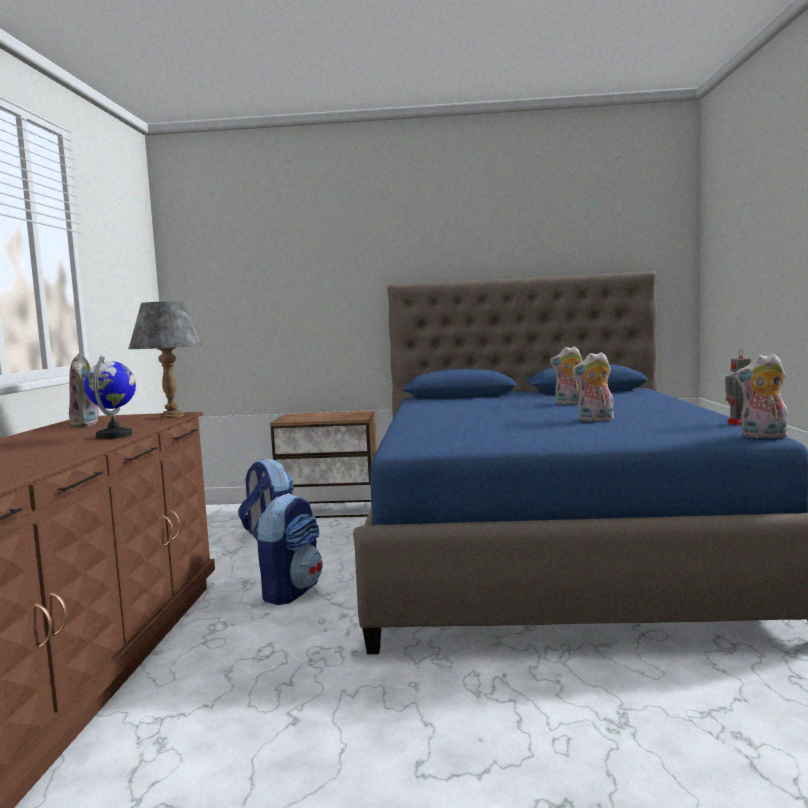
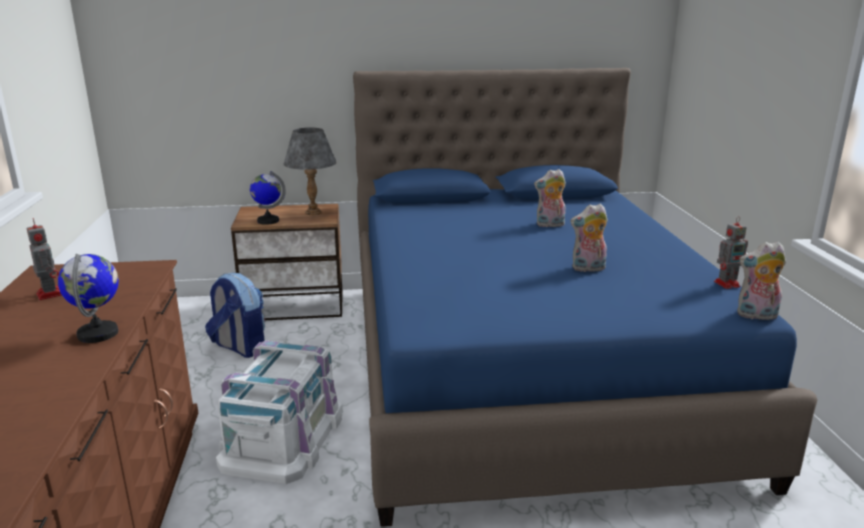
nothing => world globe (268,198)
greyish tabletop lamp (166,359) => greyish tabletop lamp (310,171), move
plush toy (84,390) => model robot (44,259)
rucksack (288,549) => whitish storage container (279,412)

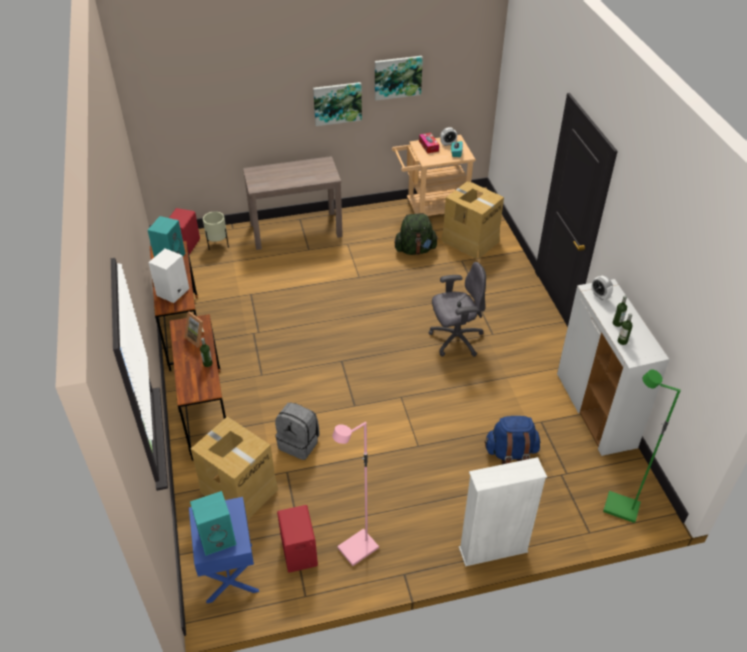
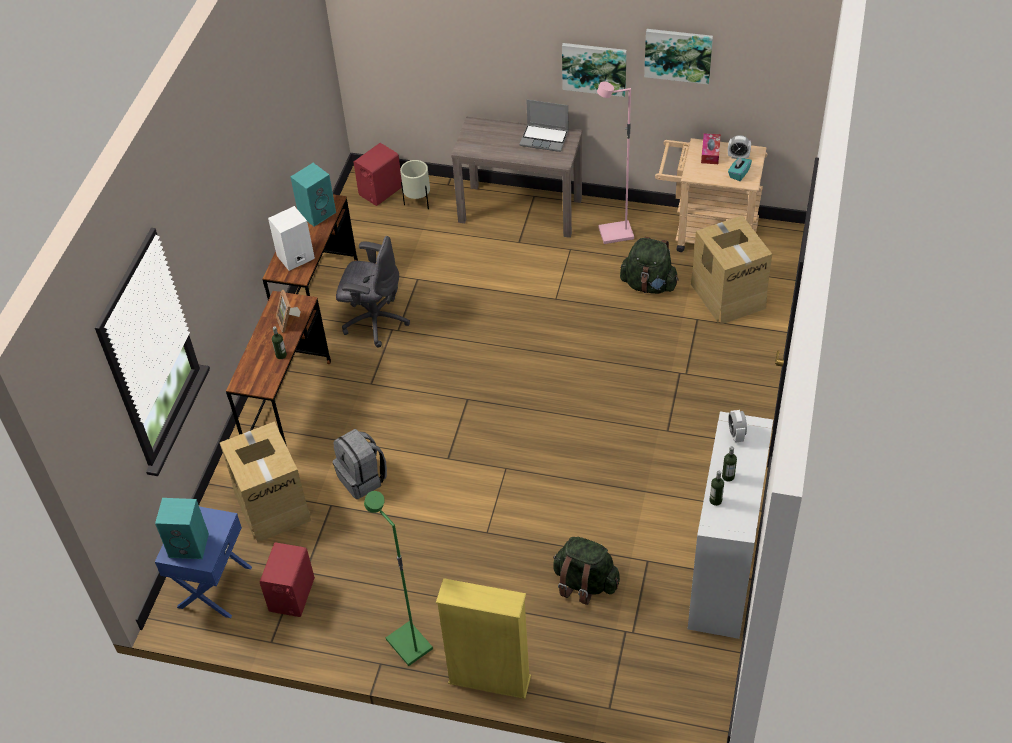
nothing => notebook computer (544,125)
pinkish standard lamp (355,494) => pinkish standard lamp (615,163), move
greyish desk chair (457,309) => greyish desk chair (373,292), move
green-coloured standard lamp (642,446) => green-coloured standard lamp (398,578), move
whitish bookshelf (503,512) => yellow-coloured bookshelf (483,638)
bluish rucksack (512,440) => green-coloured rucksack (586,571)

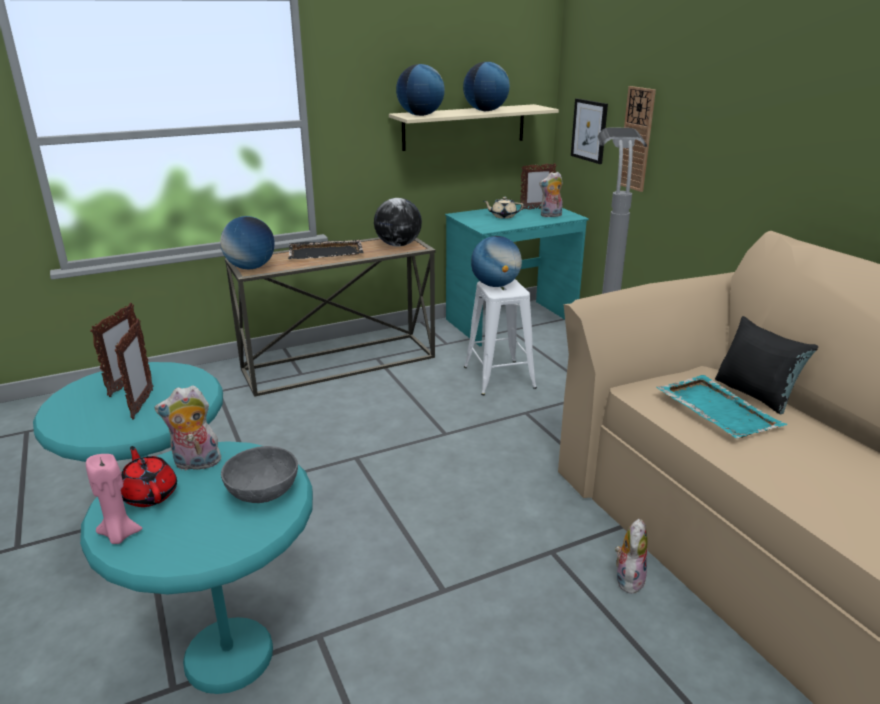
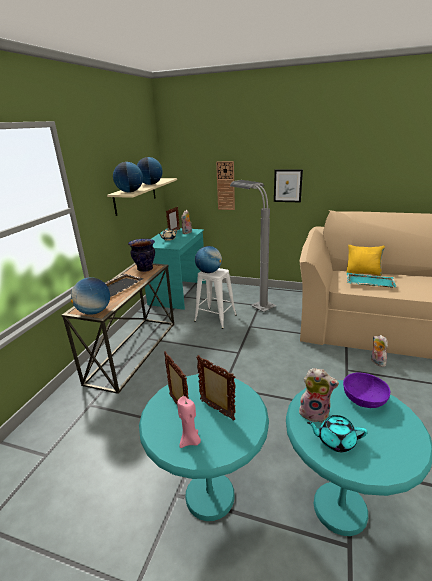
pinkish wax light (114,499) => pinkish wax light (189,422), move
picture (589,131) => picture (288,185), move
world globe (398,222) => vase (141,255)
red tea pot (149,476) => blue-green tea pot (337,433)
greyish serving bowl (259,474) => purple serving bowl (366,390)
black-coloured throw pillow (766,365) => yellow-coloured throw pillow (366,260)
plush toy (187,428) => plush toy (318,395), 105 degrees counterclockwise

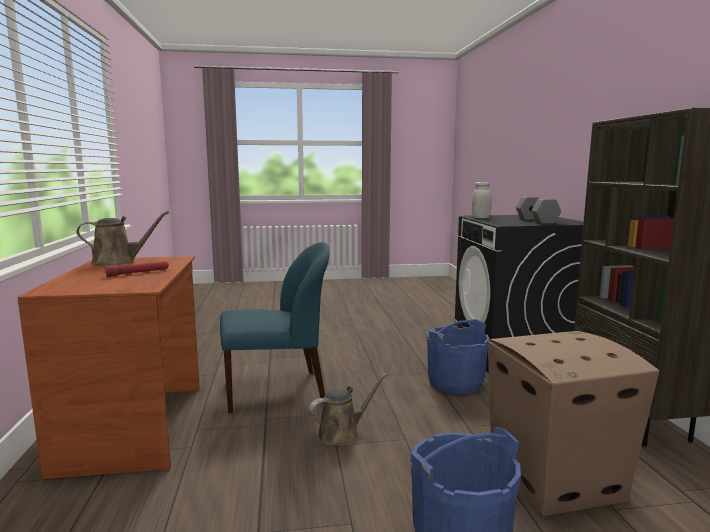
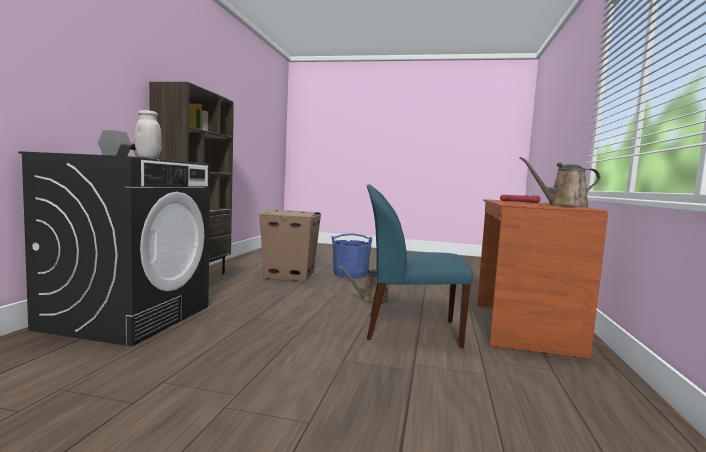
bluish pail (458,356) => nothing

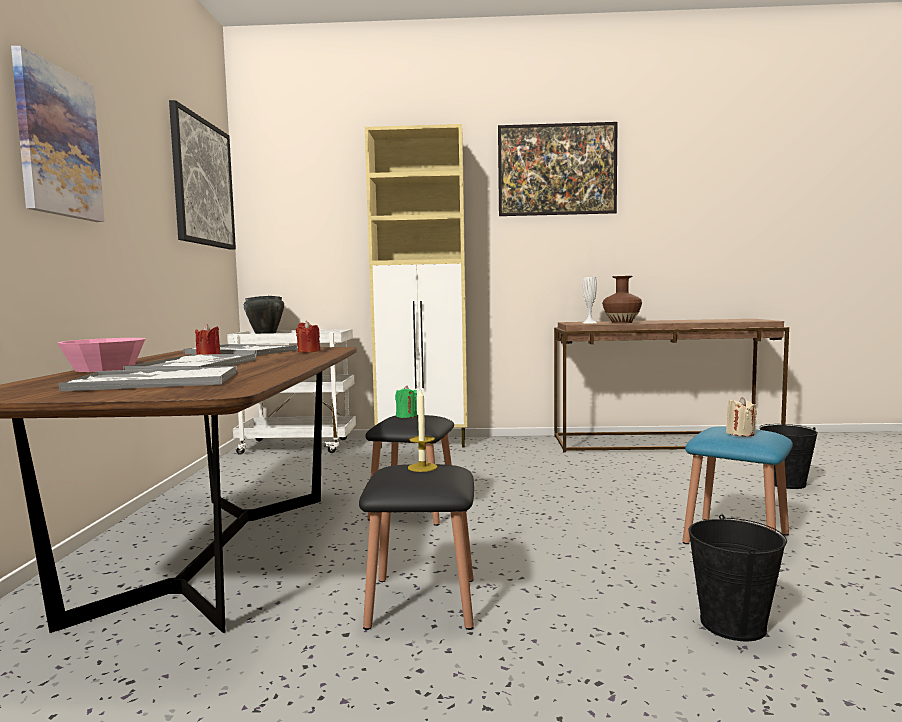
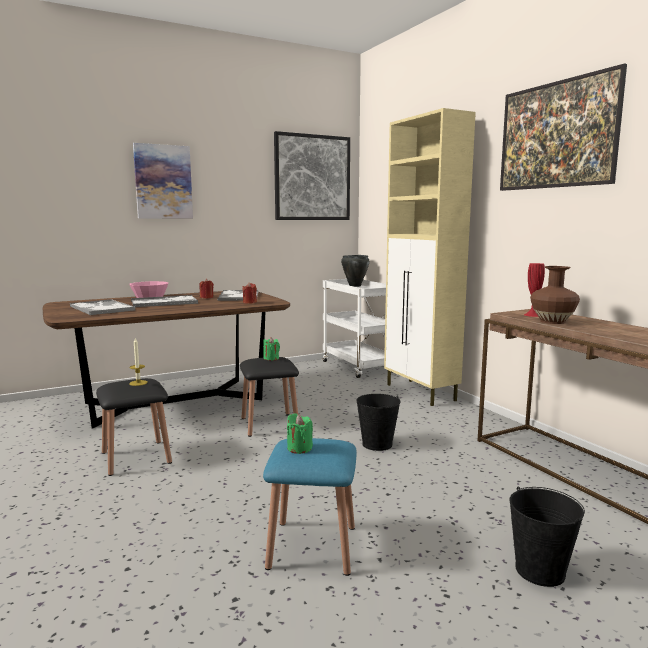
black-coloured pail (737,577) => black-coloured pail (378,422), move
whitish vase (590,300) => red vase (534,290)
sand-coloured wax light (741,417) => green-coloured wax light (300,433)

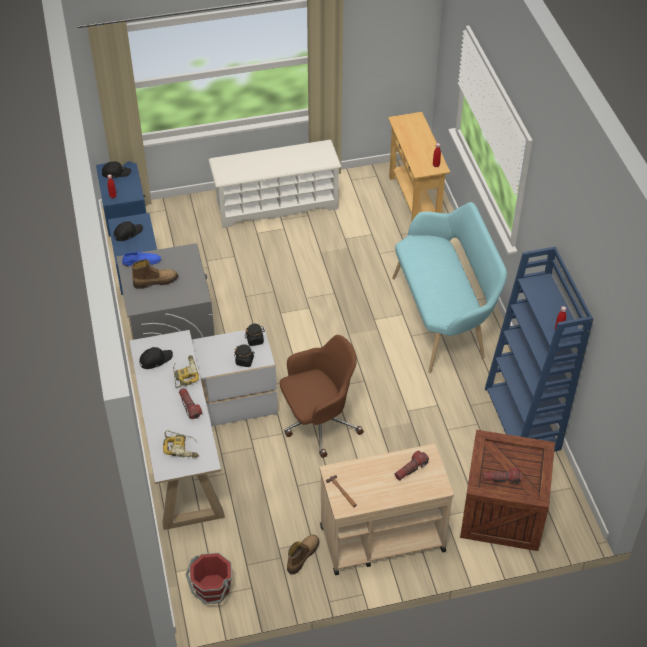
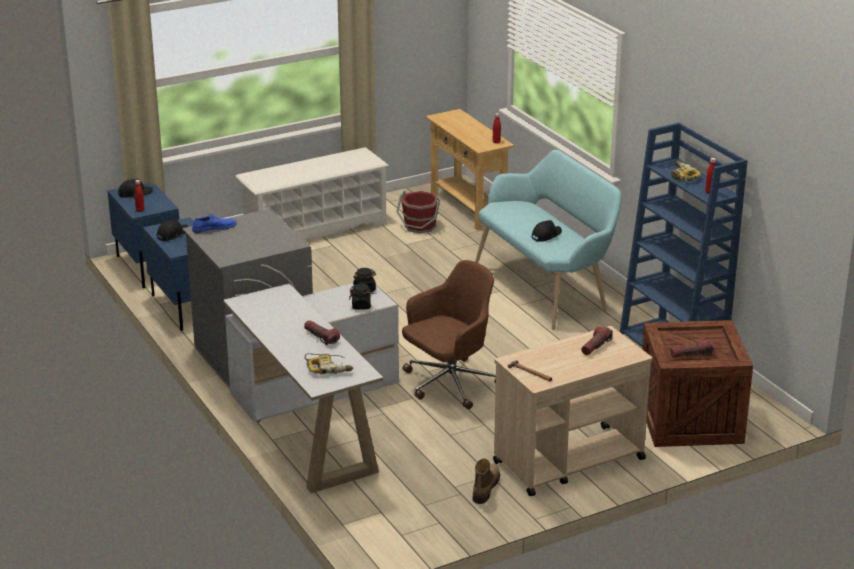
boot (154,274) => nothing
black-coloured baseball cap (156,358) => black-coloured baseball cap (547,231), move
drill (186,371) => drill (683,171), move
red pail (208,579) => red pail (418,212), move

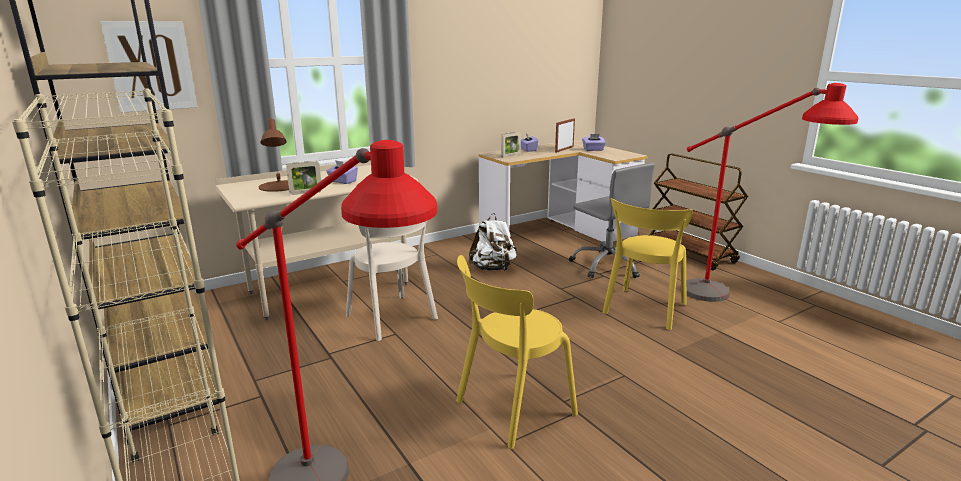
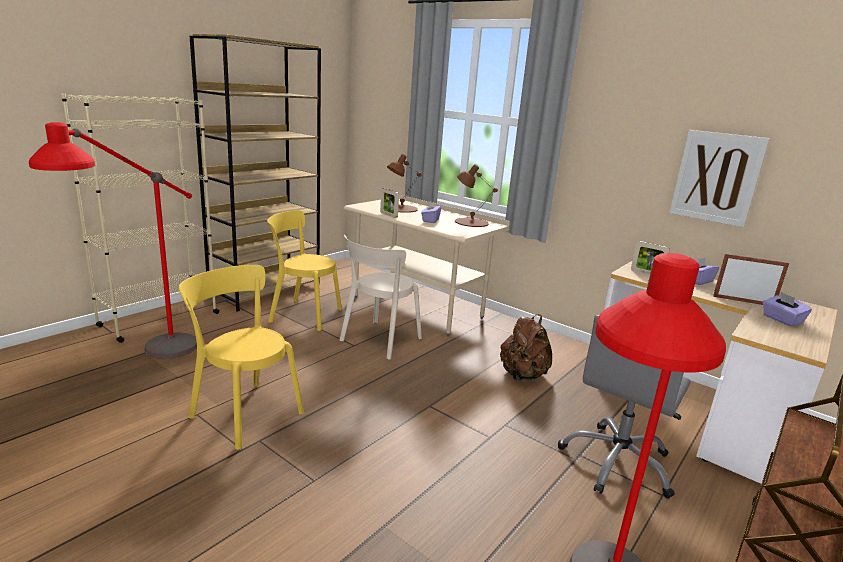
nothing => brown-coloured tabletop lamp (476,195)
picture (149,67) => picture (719,178), move
yellow-coloured plain chair (648,264) => yellow-coloured plain chair (304,270), move
whitish rucksack (493,242) => brown-coloured rucksack (526,347)

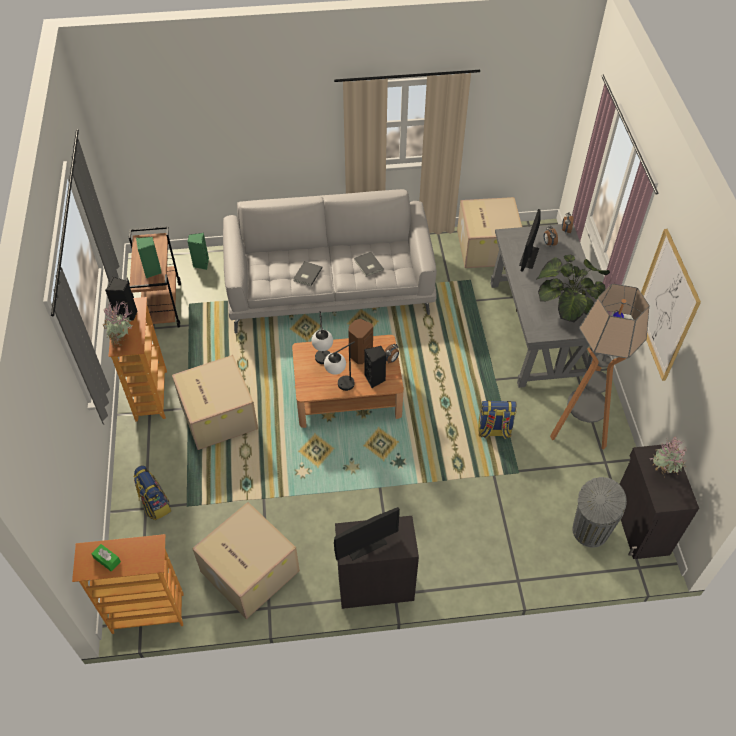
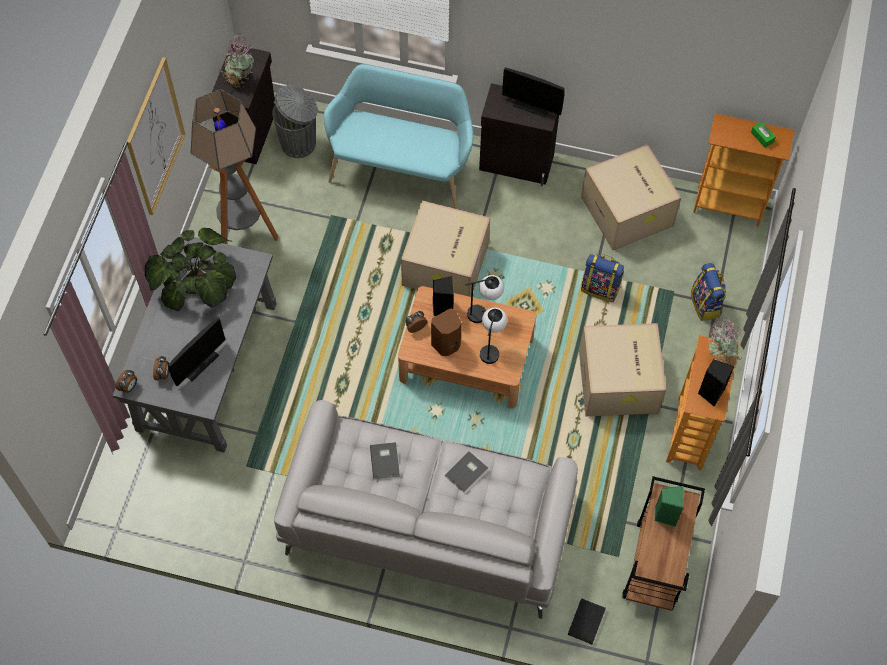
nothing => blue-green indoor bench (398,136)
packing box (489,232) => packing box (445,249), move
rucksack (497,419) => rucksack (602,278), move
green-coloured loudspeaker (198,251) => black-coloured bound book (587,621)
computer display (367,533) => computer display (533,92), 150 degrees counterclockwise

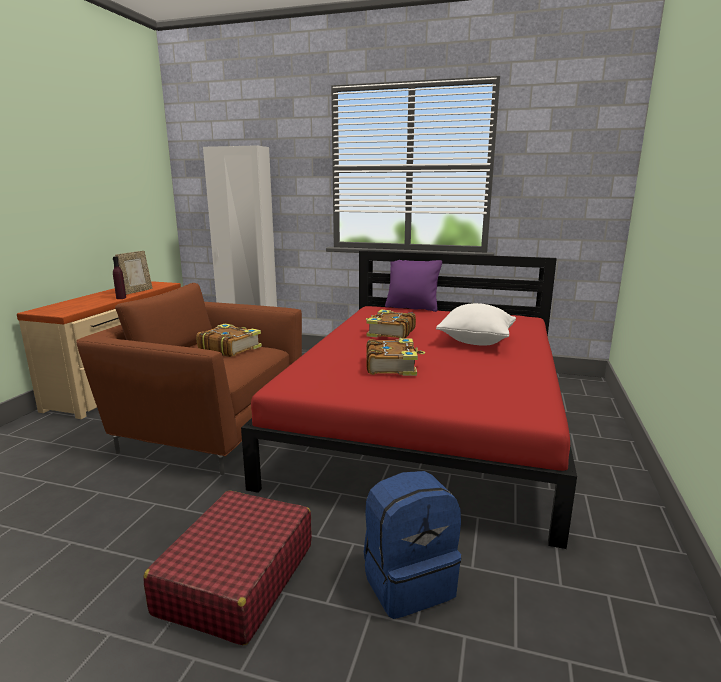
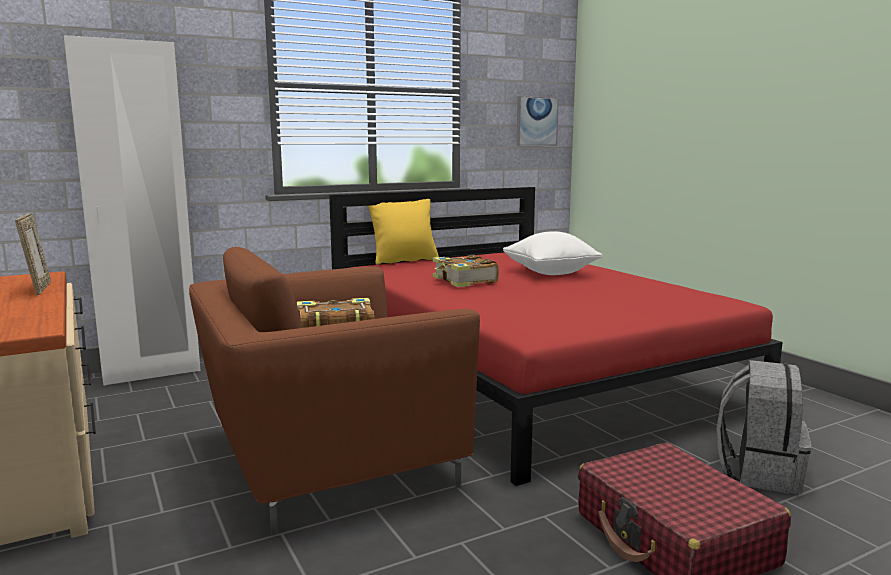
purple beverage bottle (119,277) => nothing
bound book (395,357) => nothing
nothing => picture (537,121)
bluish rucksack (412,545) => greyish rucksack (764,427)
purple throw pillow (413,286) => yellow-coloured throw pillow (403,232)

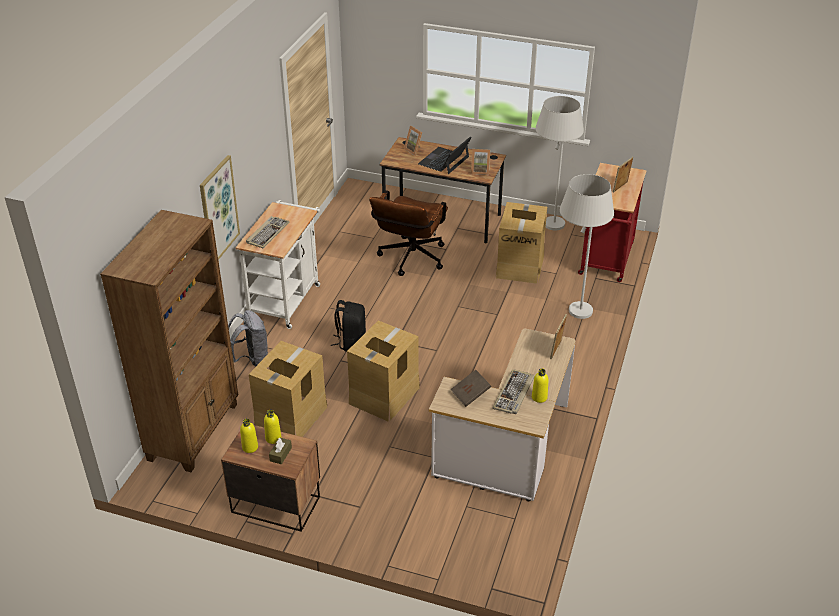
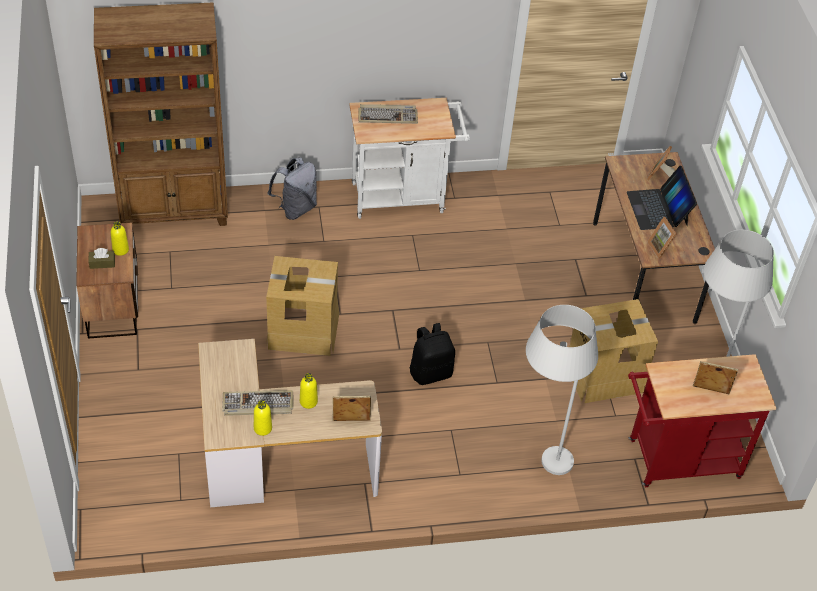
picture (220,207) => nothing
packing box (288,389) => nothing
brown-coloured desk chair (408,233) => nothing
brown-coloured bound book (471,388) => nothing
yellow-coloured beverage bottle (249,436) => yellow-coloured beverage bottle (309,391), move
black-coloured rucksack (348,326) => black-coloured rucksack (432,354), move
notebook computer (445,155) => notebook computer (662,198), 105 degrees counterclockwise

